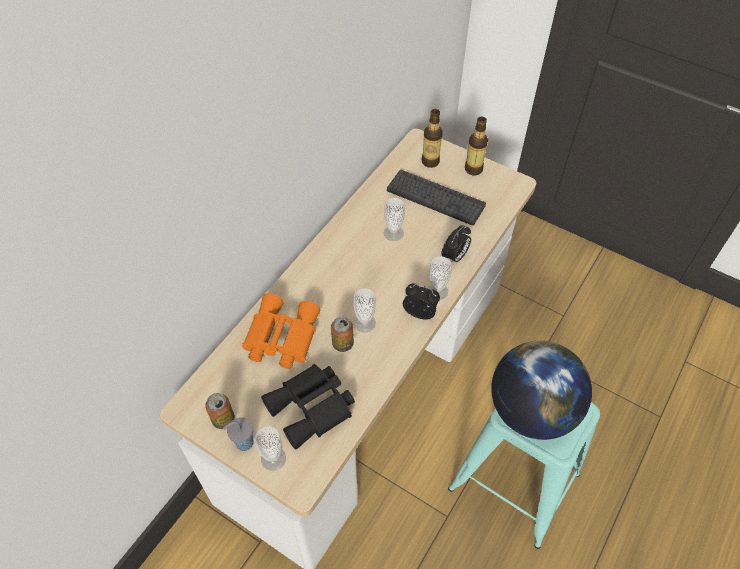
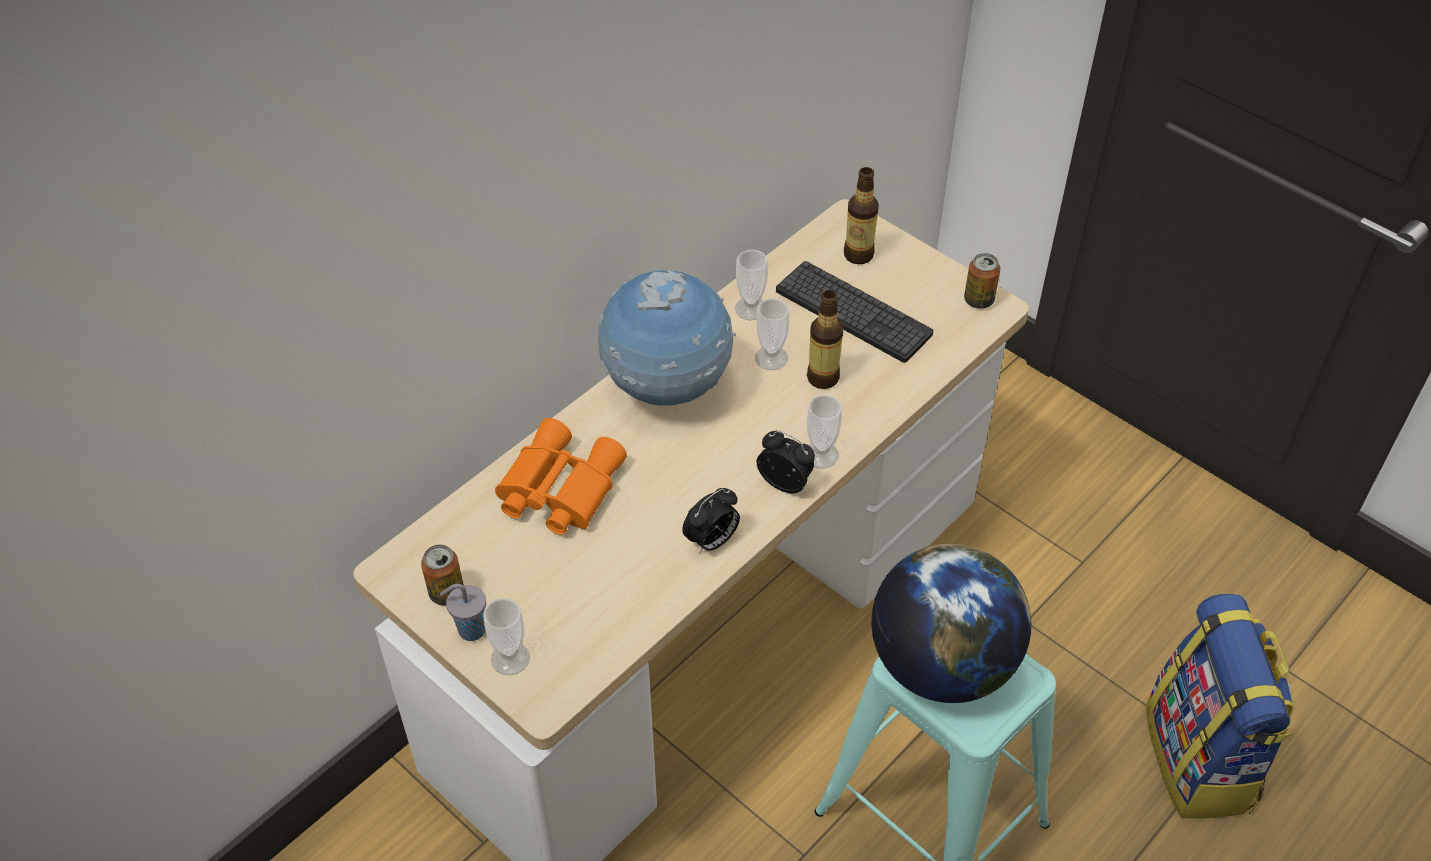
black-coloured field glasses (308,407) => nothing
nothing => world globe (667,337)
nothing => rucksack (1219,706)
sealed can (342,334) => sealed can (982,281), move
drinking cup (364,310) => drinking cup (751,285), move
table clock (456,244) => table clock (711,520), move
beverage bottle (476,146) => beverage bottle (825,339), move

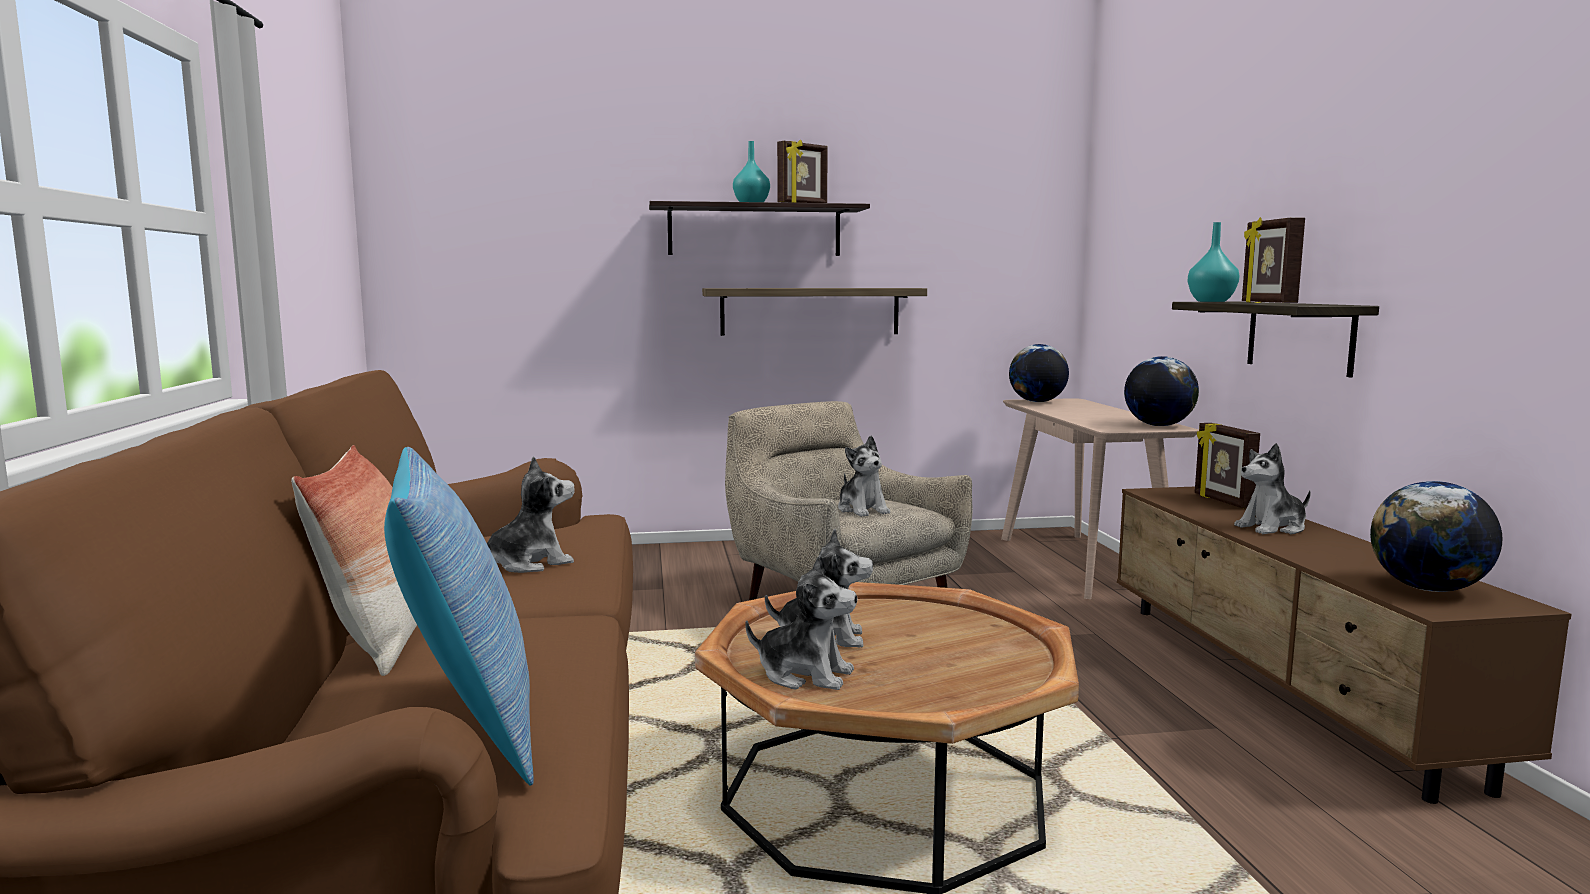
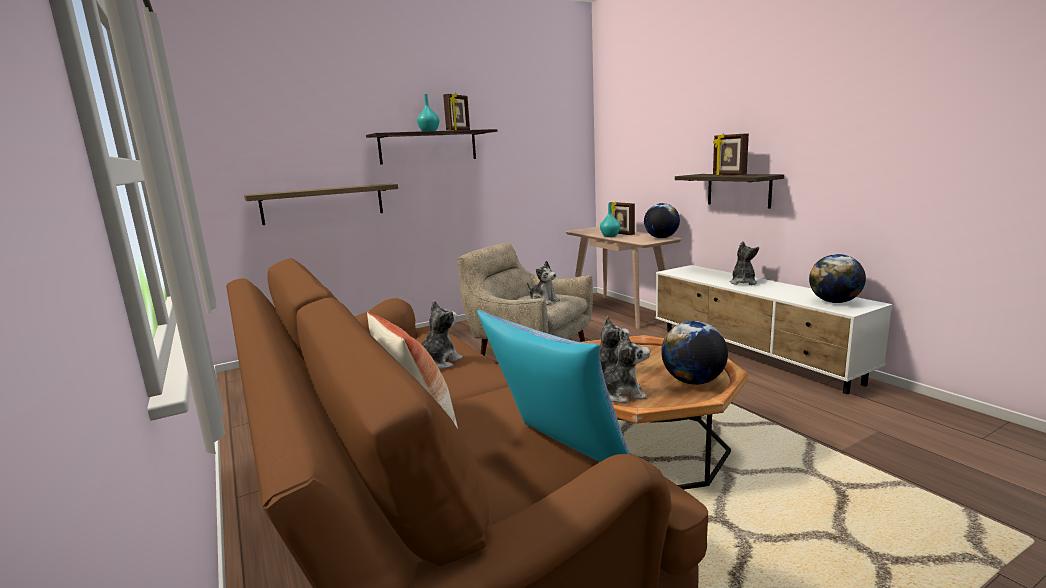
shelf (814,312) => shelf (321,204), move
world globe (1039,373) => world globe (694,353), move
blue-green vase (1214,262) => blue-green vase (610,220), move
photo frame (1227,466) => photo frame (622,218), move
brown-coloured tv unit (1344,645) => whitish tv unit (774,329)
plush toy (1272,488) => plush toy (744,263), 150 degrees clockwise

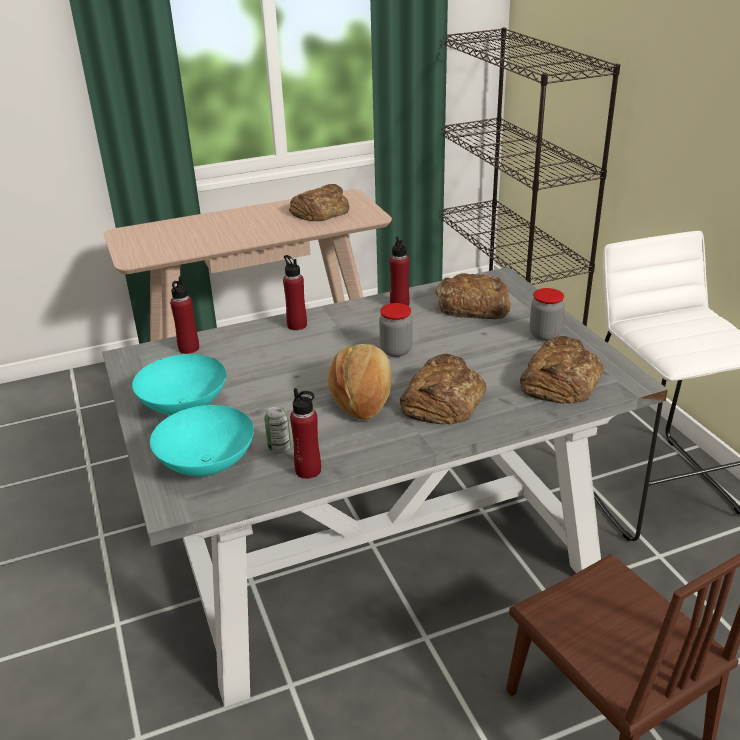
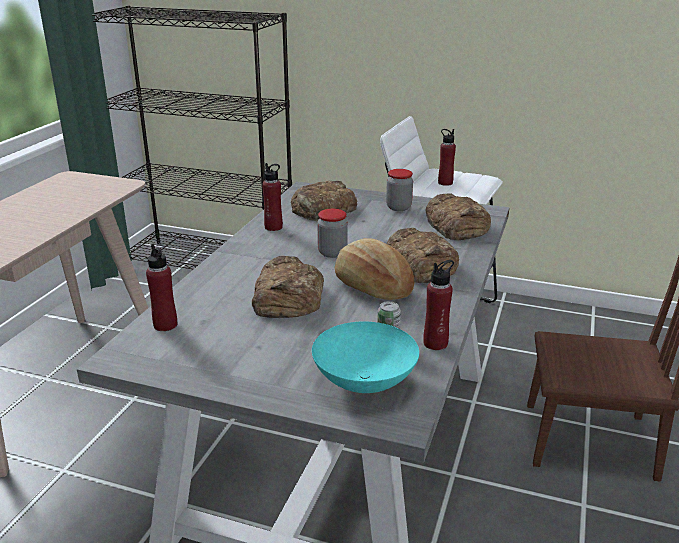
blue-green serving bowl (179,384) => nothing
red beverage bottle (295,292) => red beverage bottle (447,157), move
bread (319,202) => bread (288,287), move

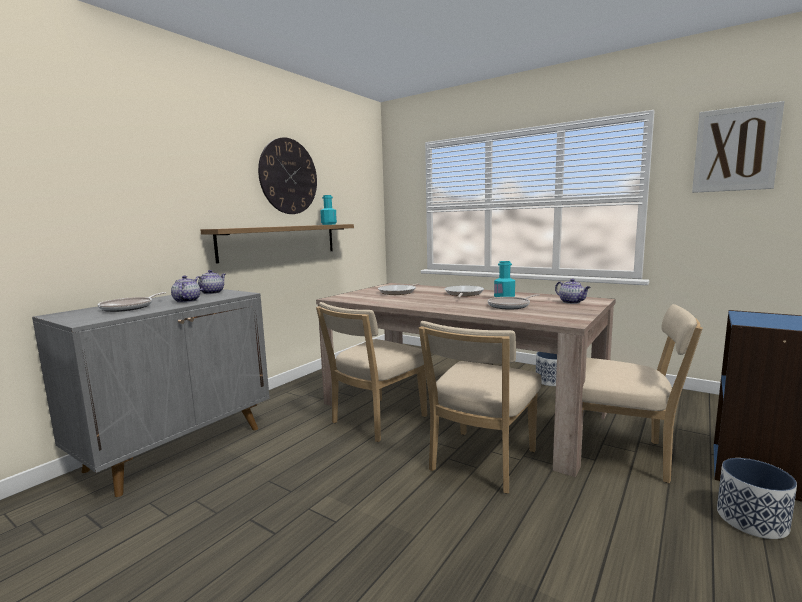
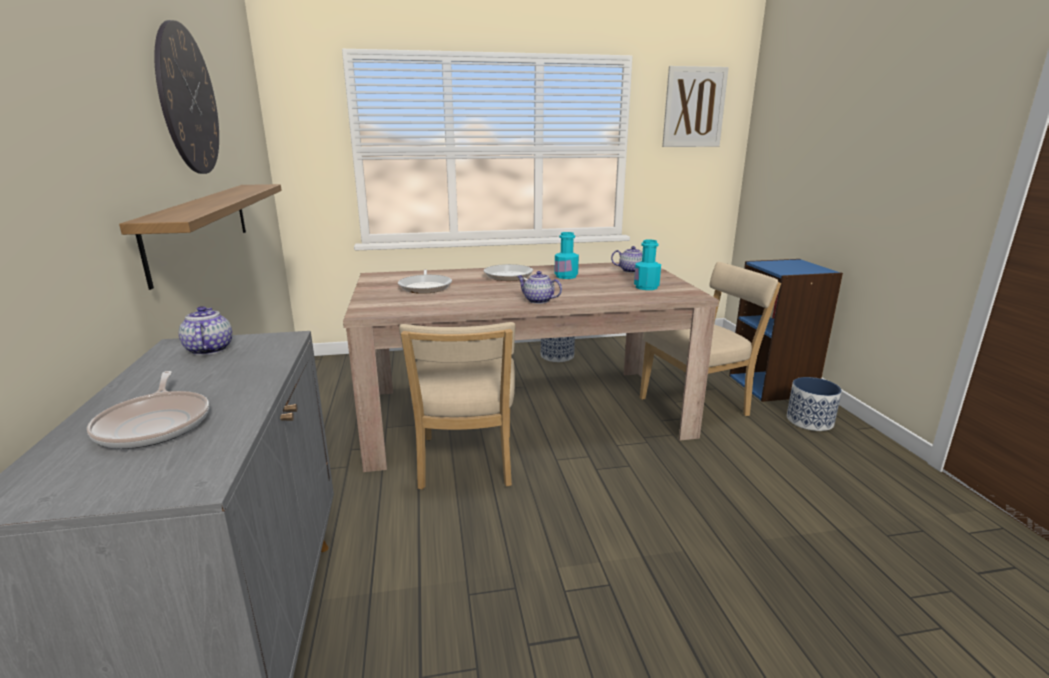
sand-coloured plain chair (480,407) => nothing
skillet (513,302) => nothing
tea pot (185,289) => tea pot (539,287), move
blue-green beverage bottle (328,210) => blue-green beverage bottle (647,265), move

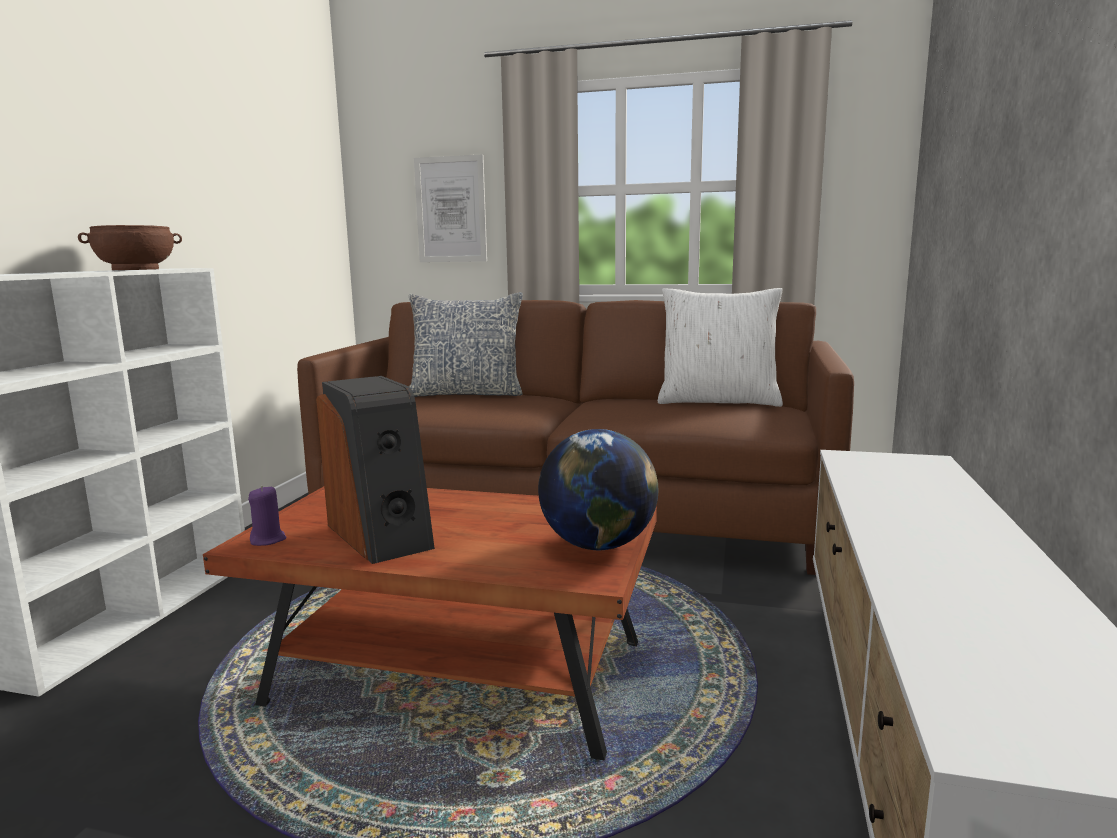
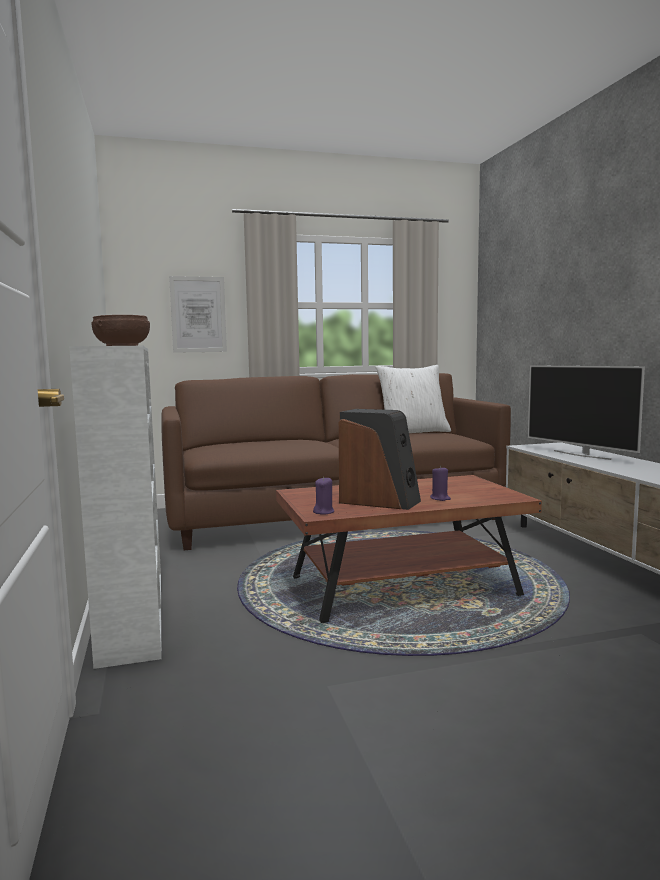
throw pillow (466,344) => nothing
world globe (598,489) => nothing
nothing => purple wax light (440,483)
nothing => TV set (586,412)

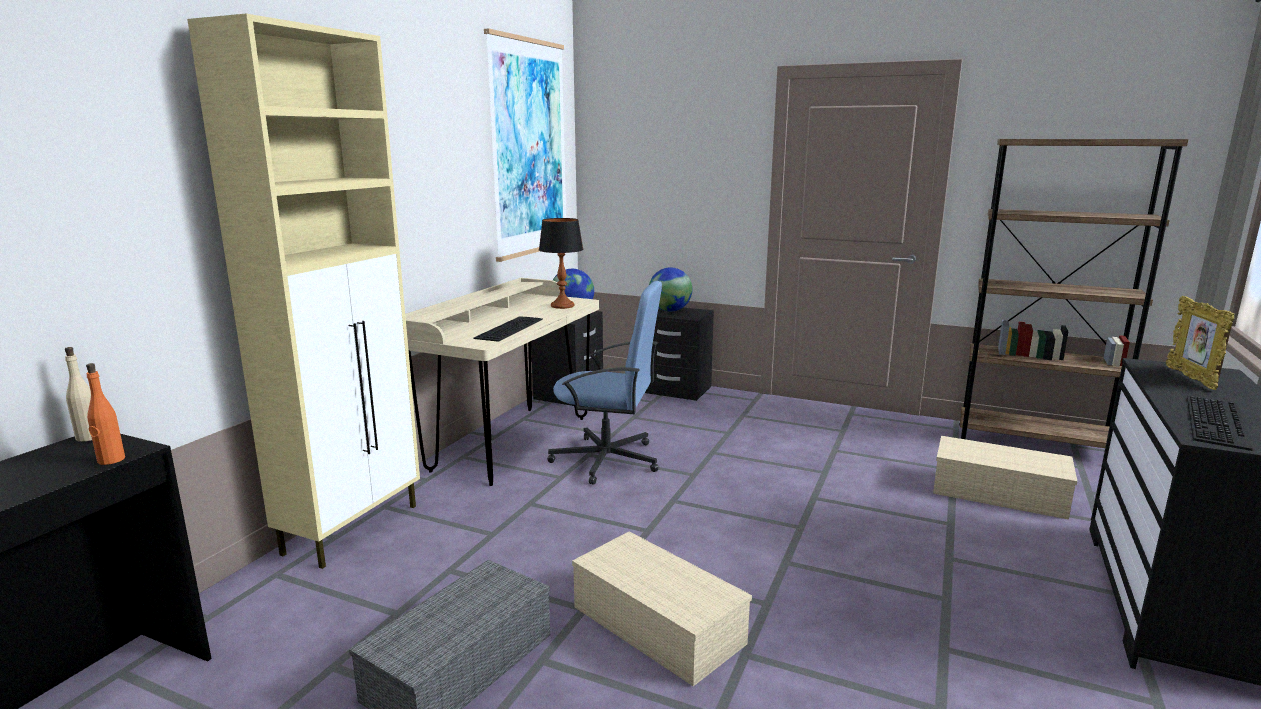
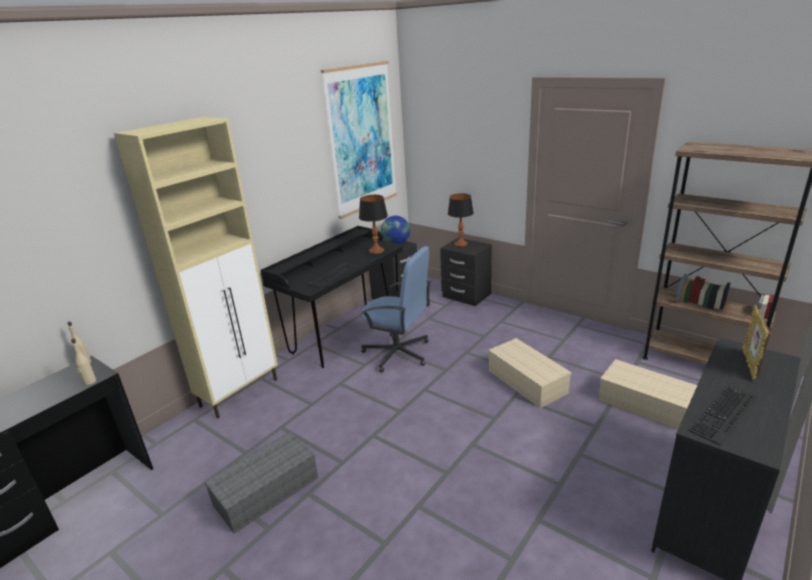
sand-coloured storage container (662,608) => sand-coloured storage container (530,373), move
world globe (670,289) => tabletop lamp (461,220)
orange-coloured beverage bottle (105,414) => sand-coloured beverage bottle (83,362)
sand-coloured desk table (502,382) => black-coloured desk table (332,297)

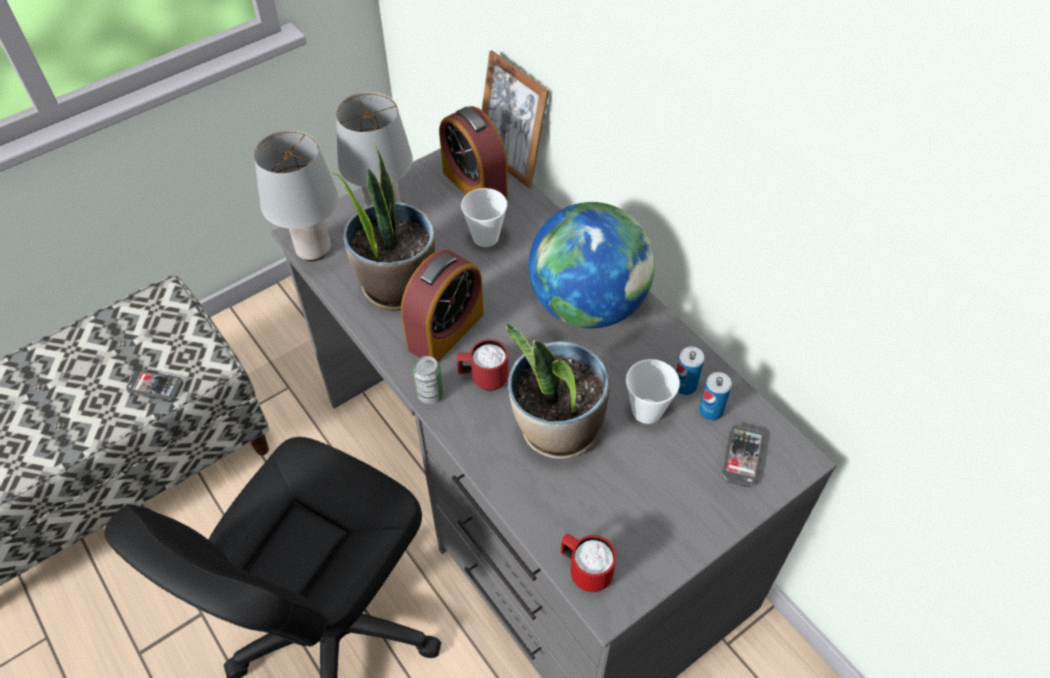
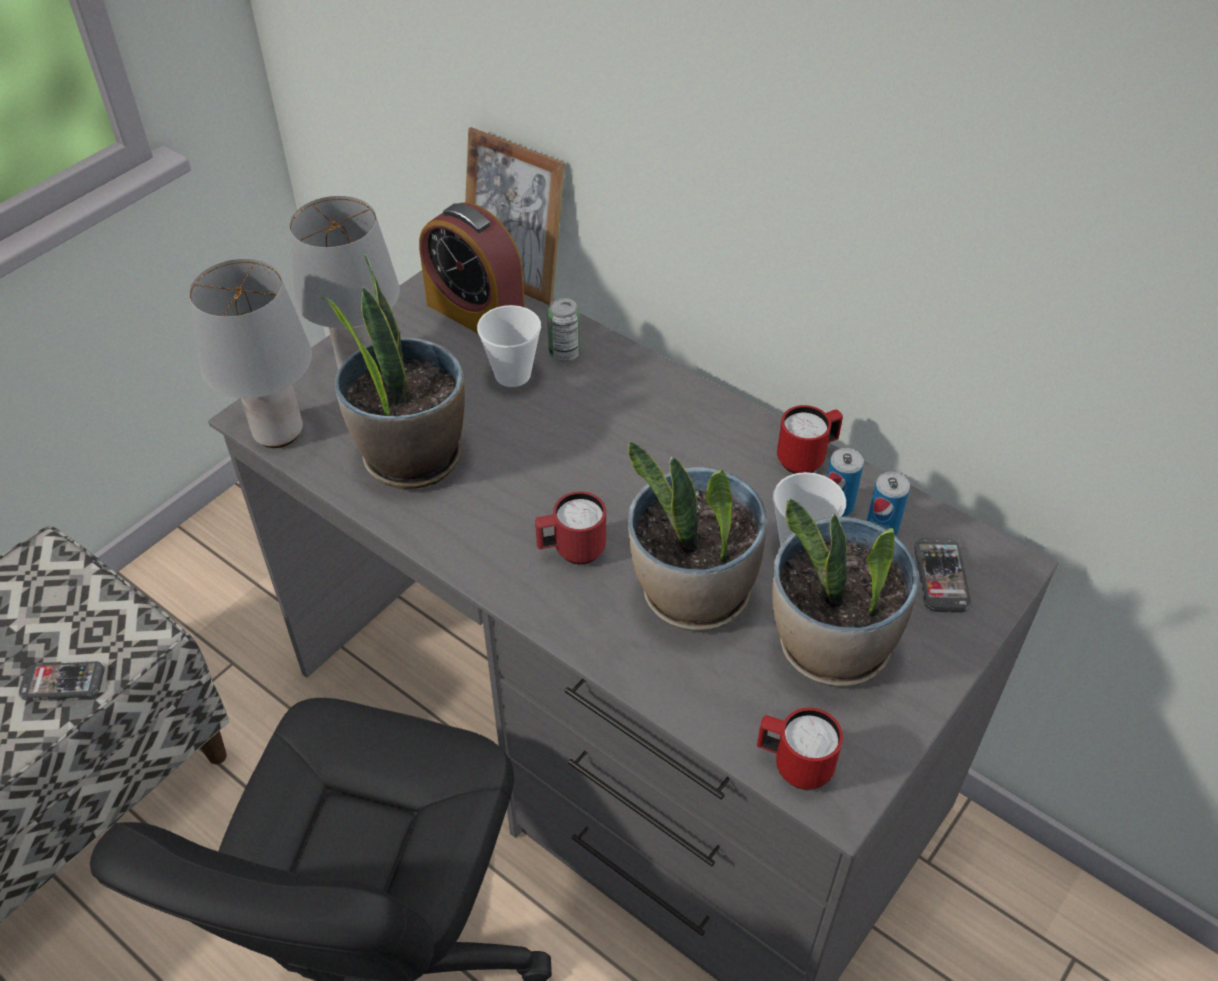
table clock (442,306) => nothing
world globe (592,265) => nothing
nothing => potted plant (845,592)
nothing => red mug (810,439)
sealed can (428,380) => sealed can (564,329), move

